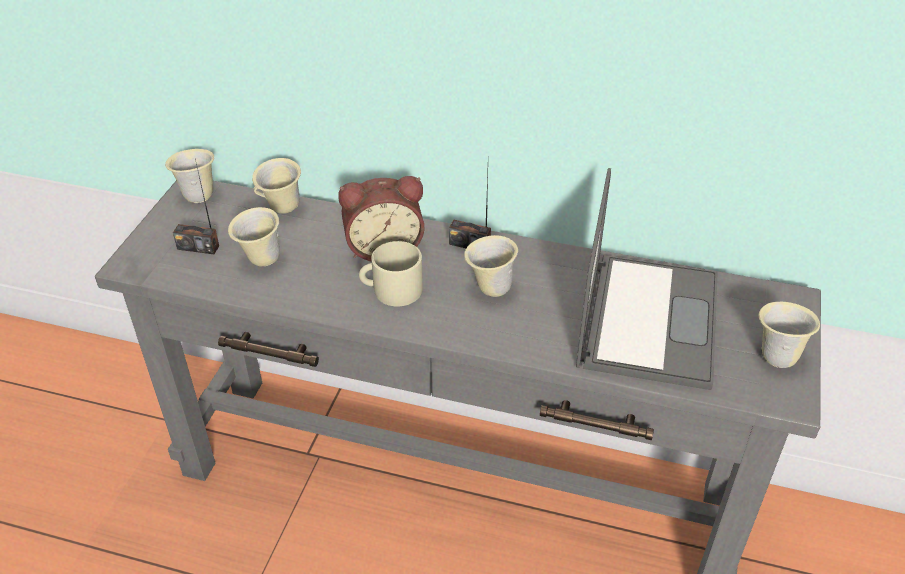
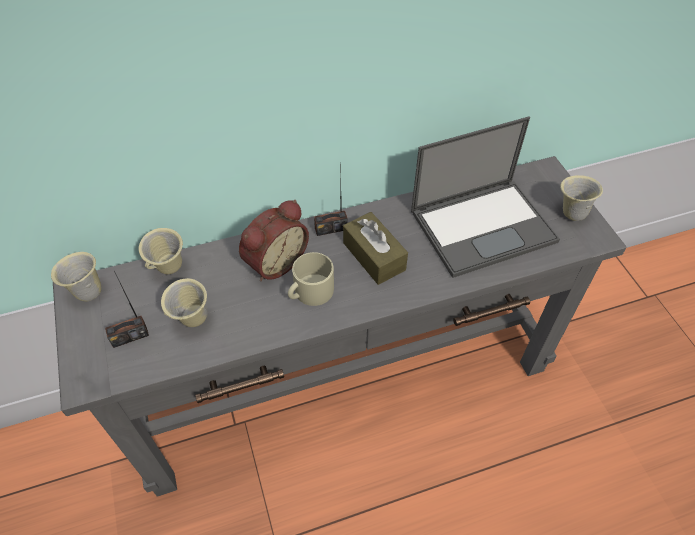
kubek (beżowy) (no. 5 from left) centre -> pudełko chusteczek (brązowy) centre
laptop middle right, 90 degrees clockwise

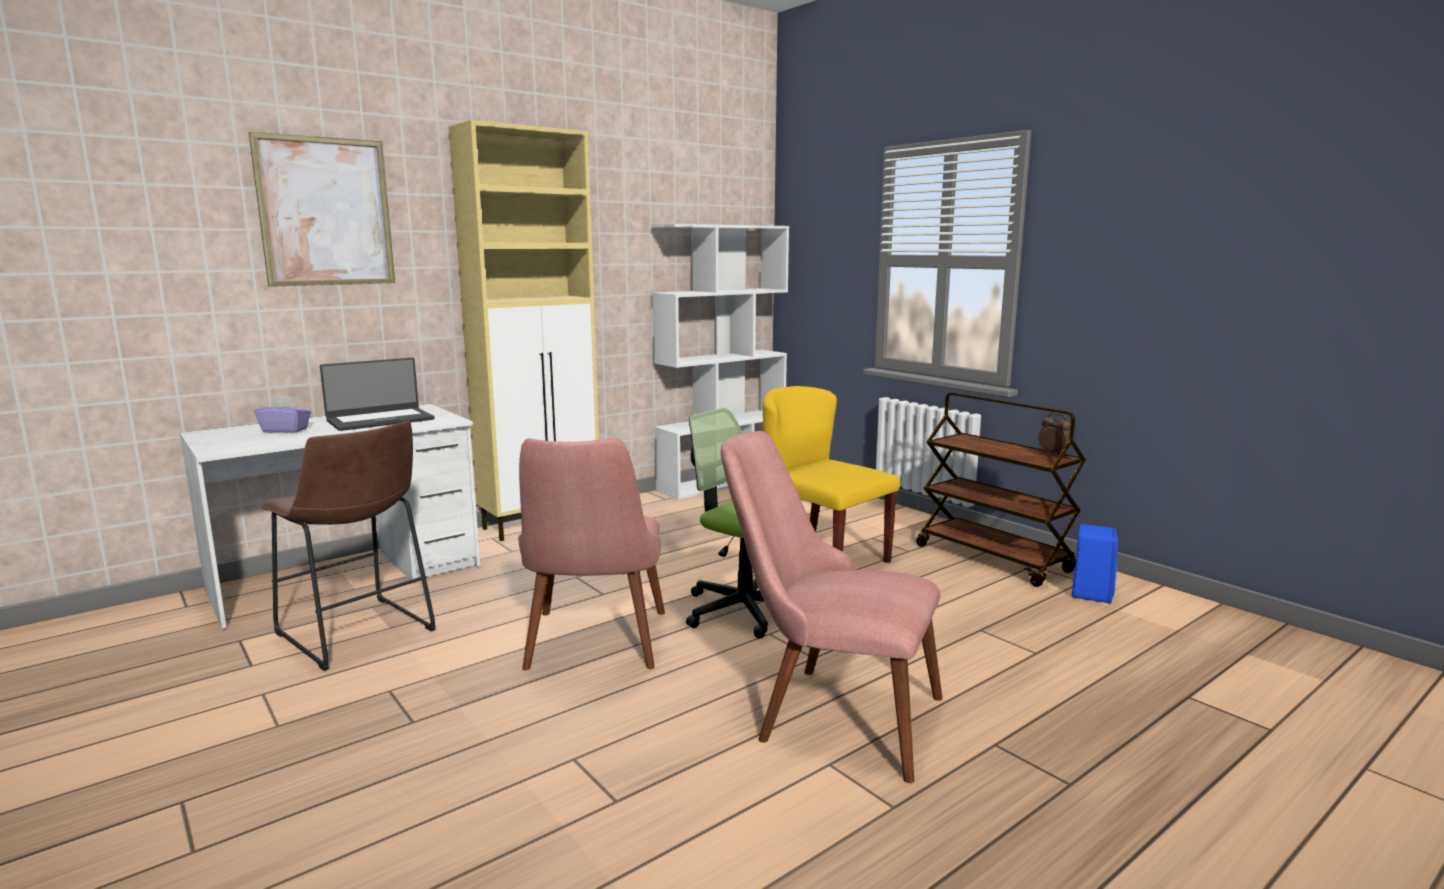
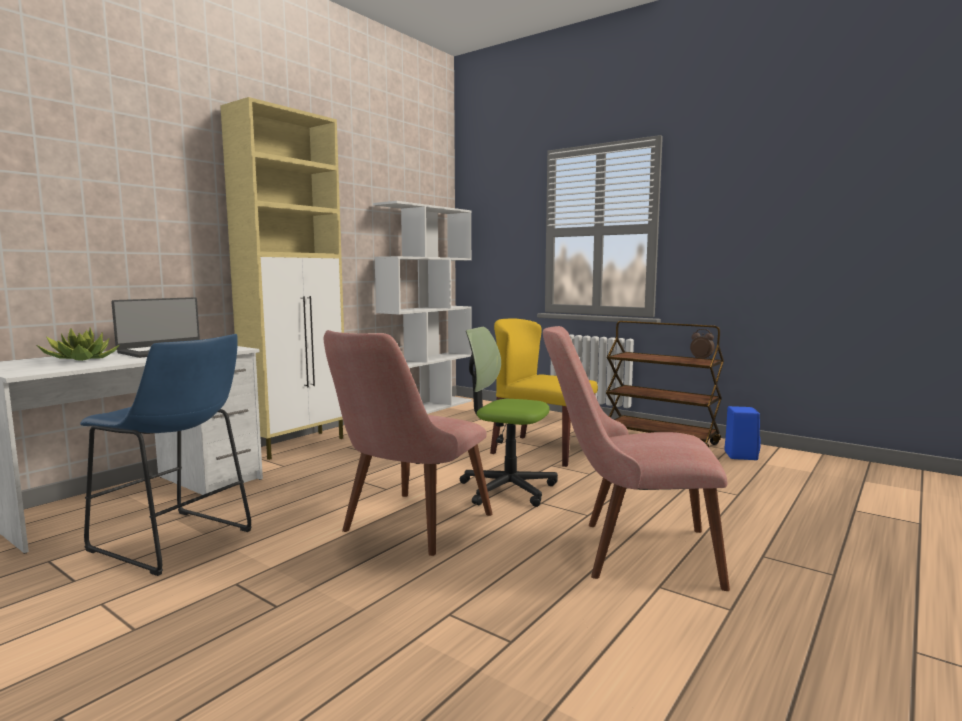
obraz top left -> none
pudełko chusteczek (fioletowy) middle left -> roślina doniczkowa middle left
stołek (brązowy) middle left -> stołek (niebieski) middle left
krzesło (różowy) (no. 1 from left) centre, 45 degrees clockwise

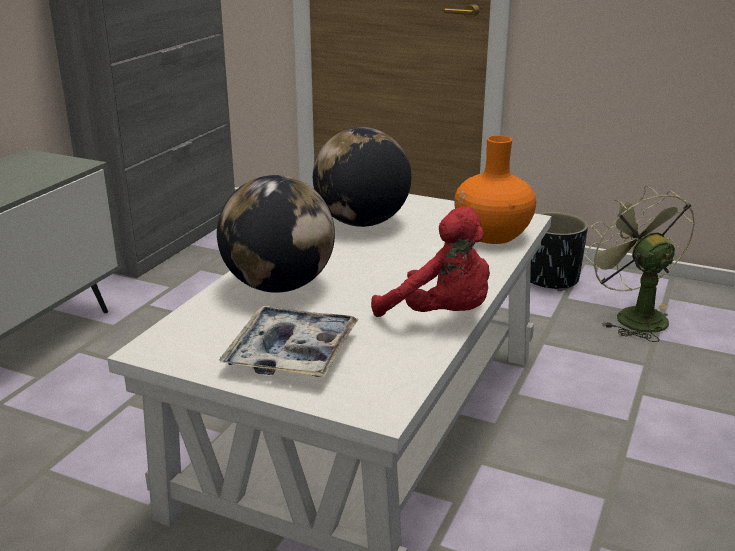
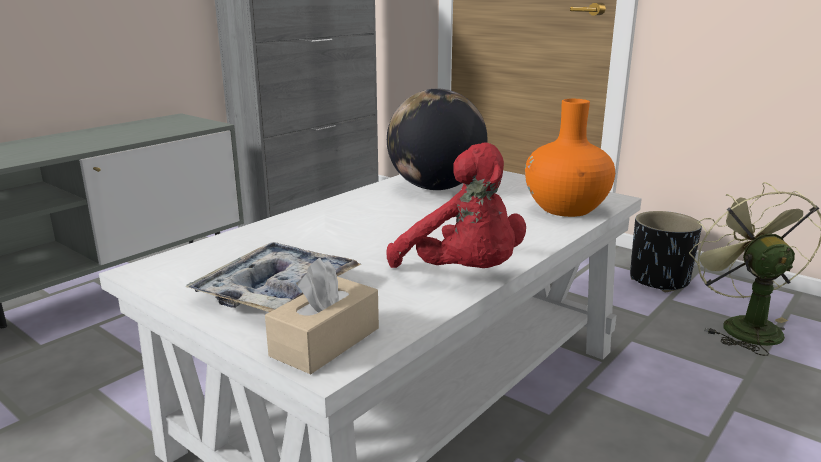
globus (no. 1 from left) centre -> none
none -> pudełko chusteczek (beżowy) bottom centre

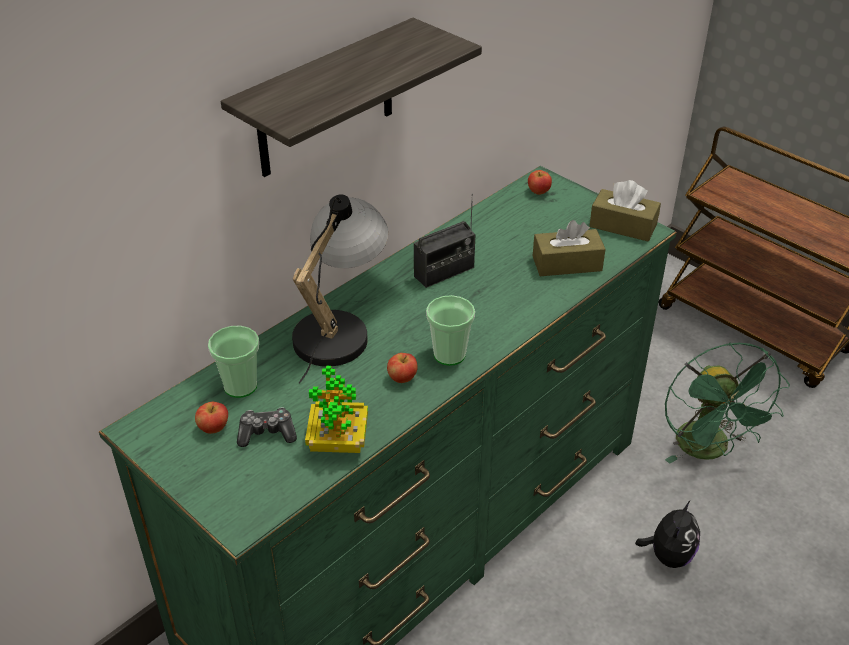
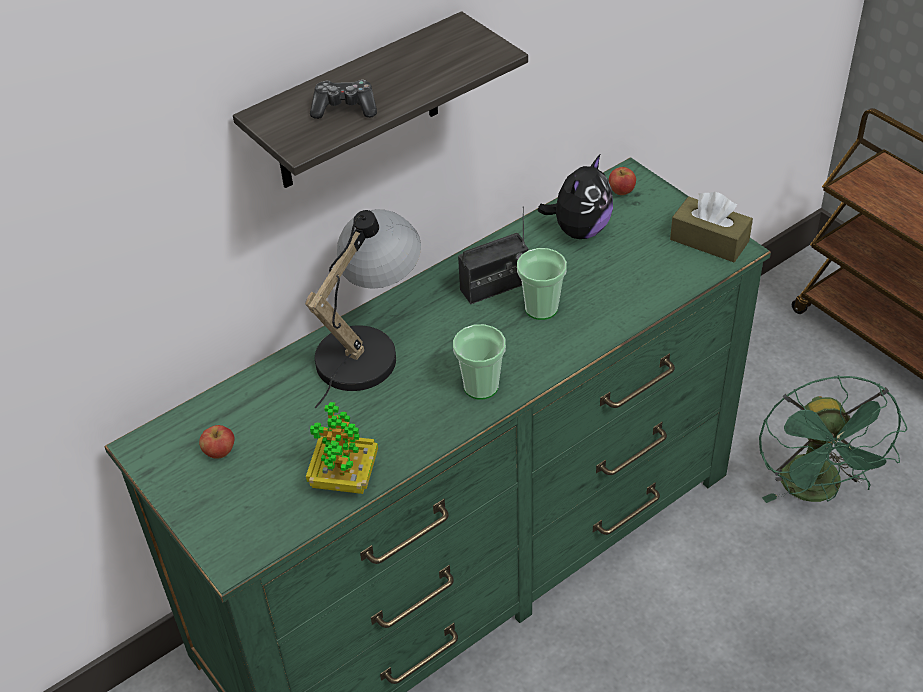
jabłko (no. 2 from left) centre -> none
pudełko chusteczek (brązowy) (no. 1 from left) middle right -> none
filiżanka (no. 1 from left in the first image) middle left -> filiżanka (no. 2 from left) centre, shifted
pad do gier middle left -> pad do gier top centre, shifted
pluszak bottom right -> pluszak top centre, shifted

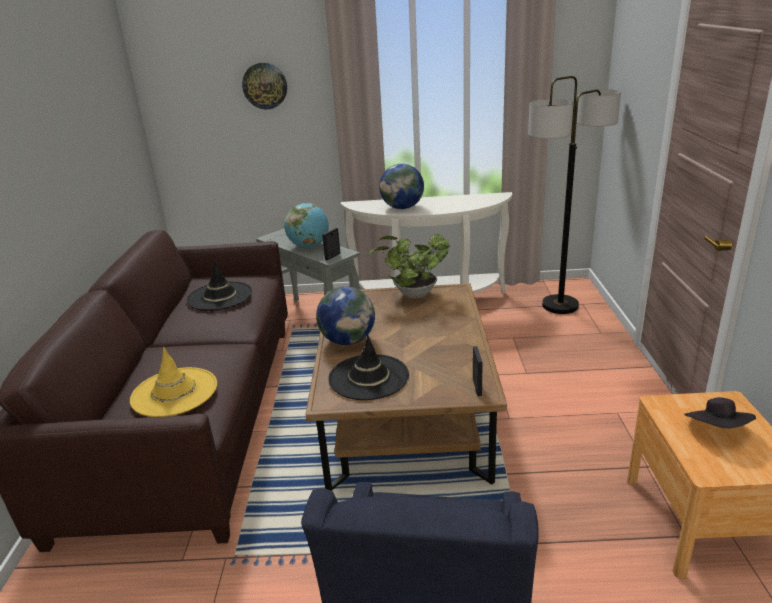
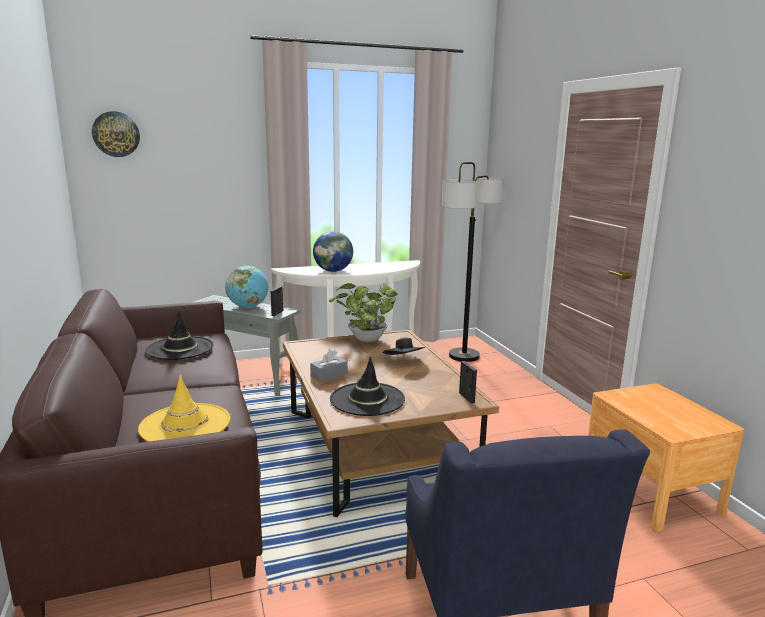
zegar ścienny top centre -> zegar ścienny top left, shifted
kapelusz (czarny) (no. 3 from left) bottom right -> kapelusz (czarny) (no. 3 from left) centre, shifted
globus (no. 2 from left) centre -> pudełko chusteczek (szary) centre

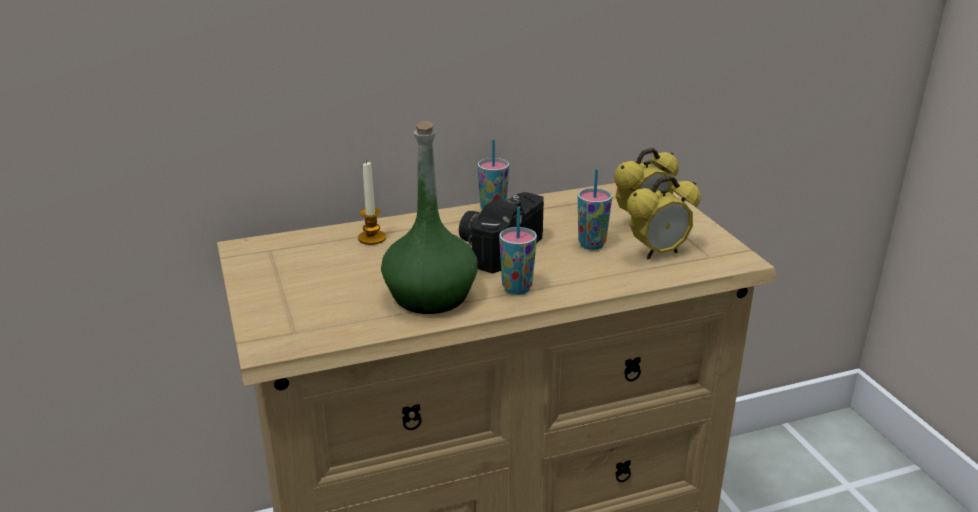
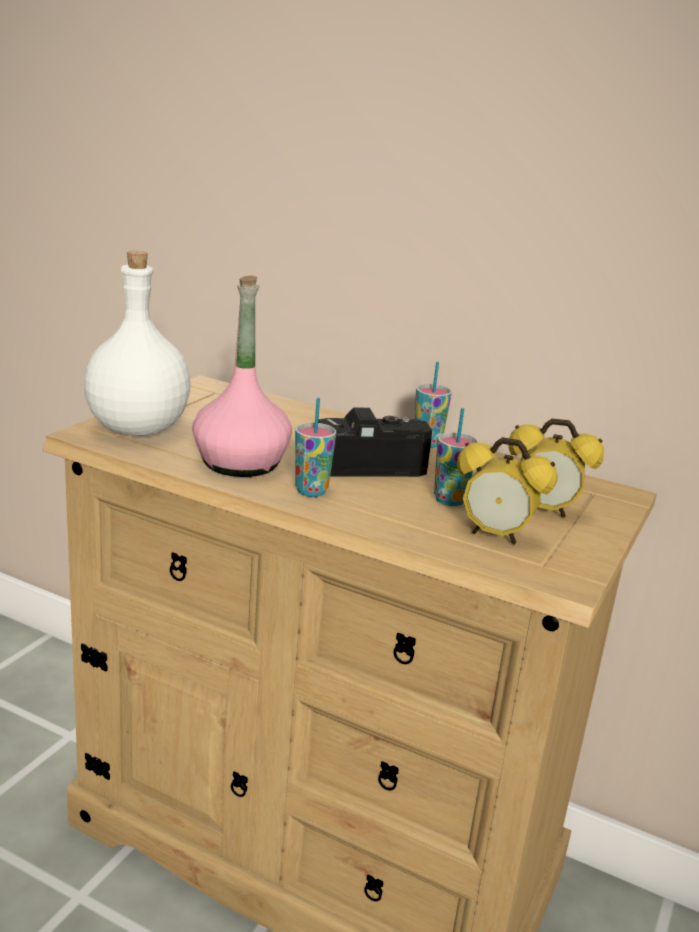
świeca centre -> none
none -> butelka (biały) middle left
butelka (zielony) centre -> butelka (różowy) centre

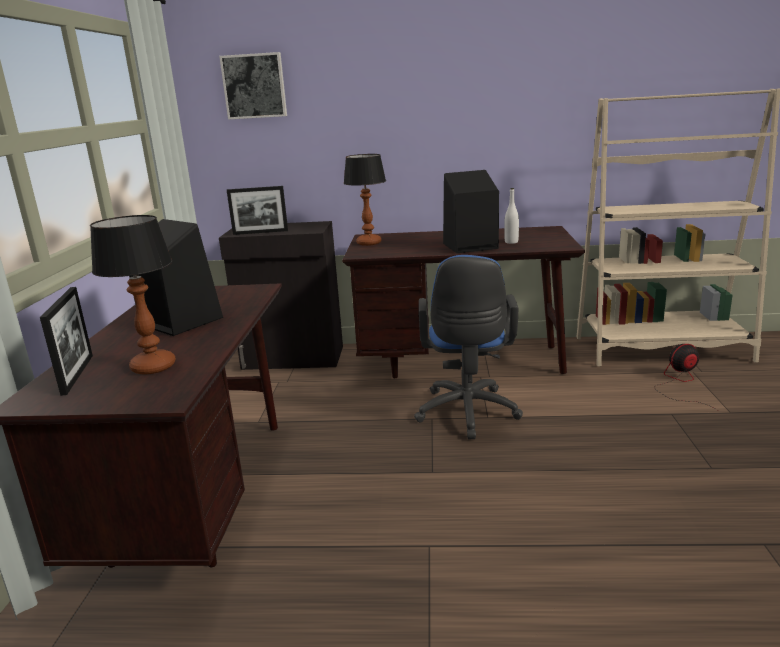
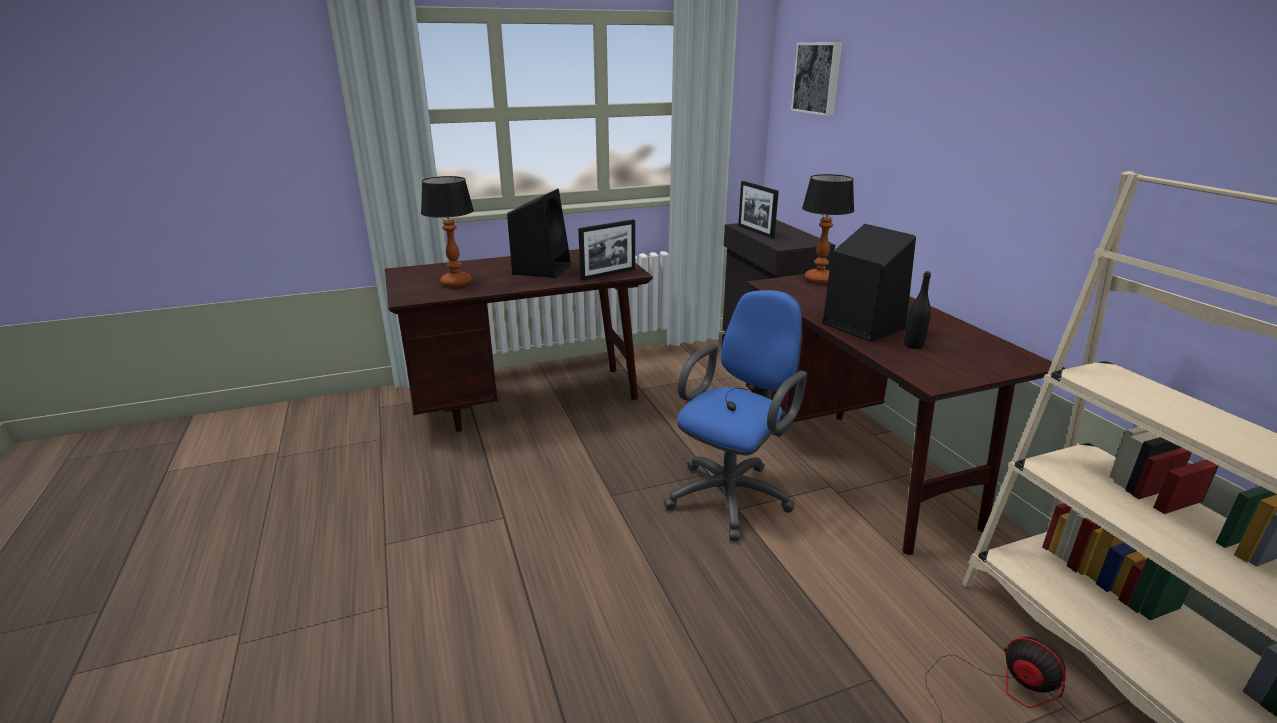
ramka na zdjęcie (no. 1 from left) middle left -> ramka na zdjęcie (no. 1 from left) centre, shifted
butelka (biały) centre -> butelka (czarny) middle right
krzesło biurowe (niebieski) centre, 150 degrees clockwise

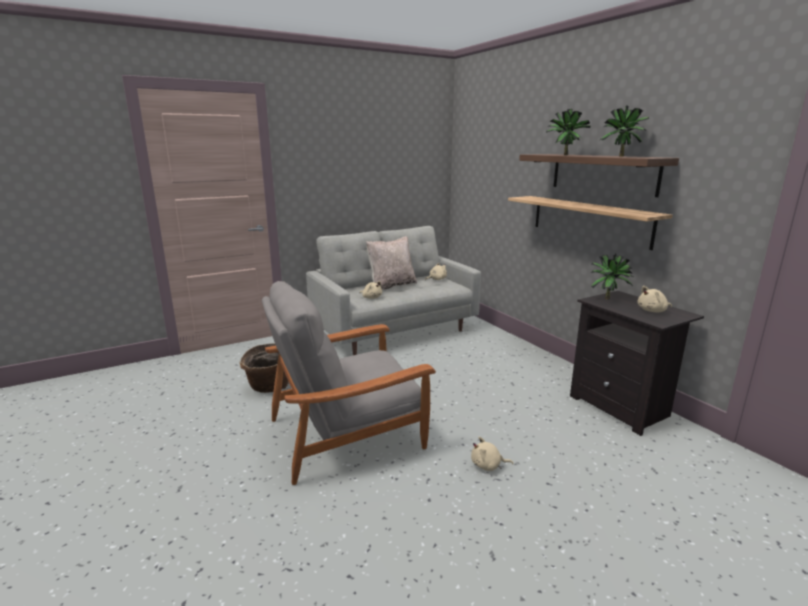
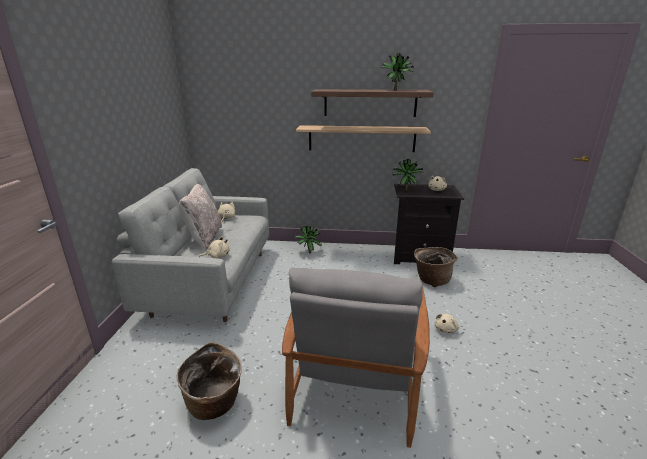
none -> koszyk (no. 2 from left) middle right
roślina doniczkowa (no. 1 from left) top right -> roślina doniczkowa (no. 1 from left) centre, shifted

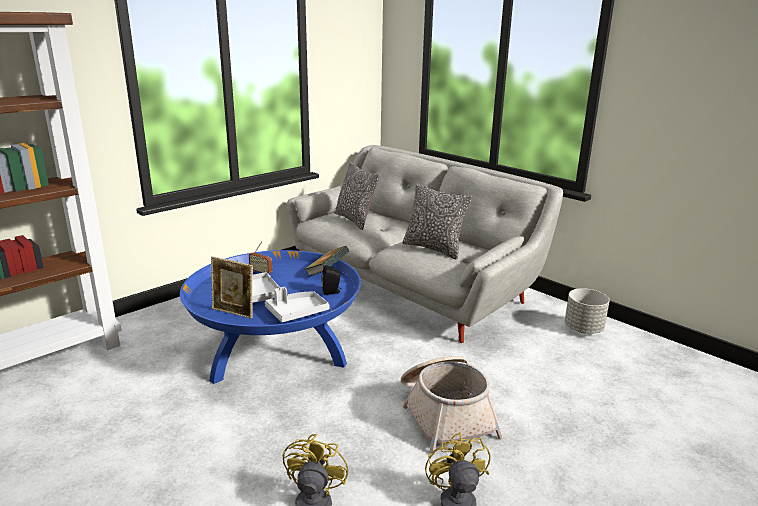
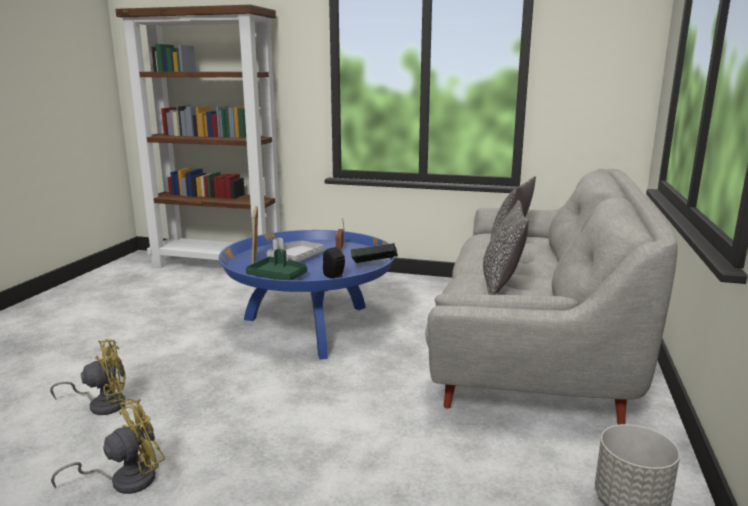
koszyk bottom centre -> none
taca (szary) (no. 2 from left) centre -> taca (zielony) centre

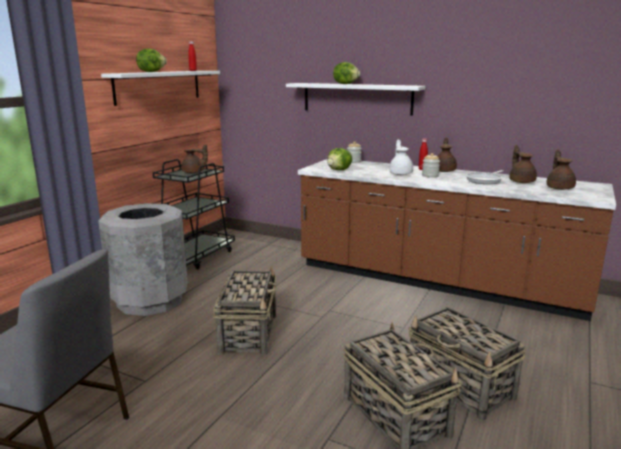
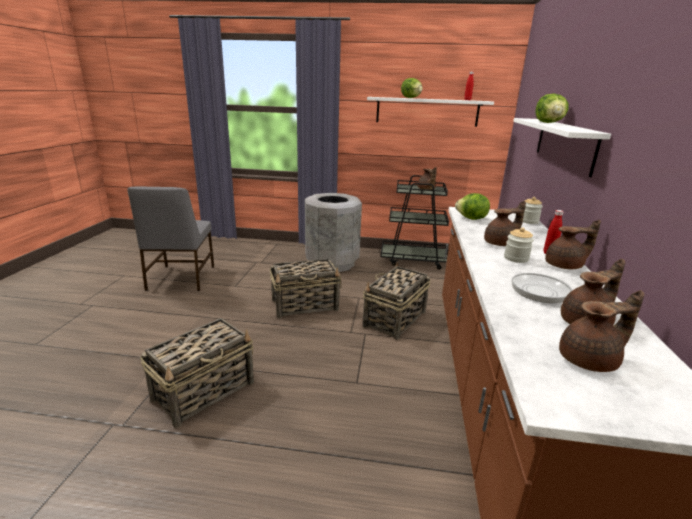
koszyk (no. 3 from left) bottom right -> koszyk (no. 3 from left) centre, shifted
imbryk (biały) centre -> imbryk (brązowy) (no. 2 from left) middle right

